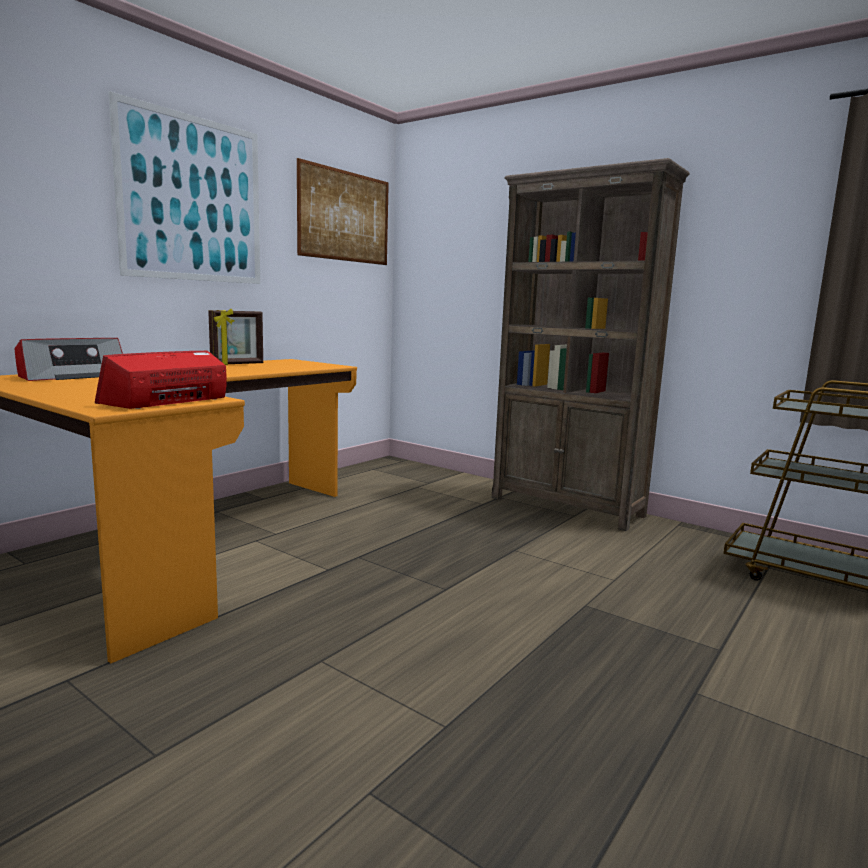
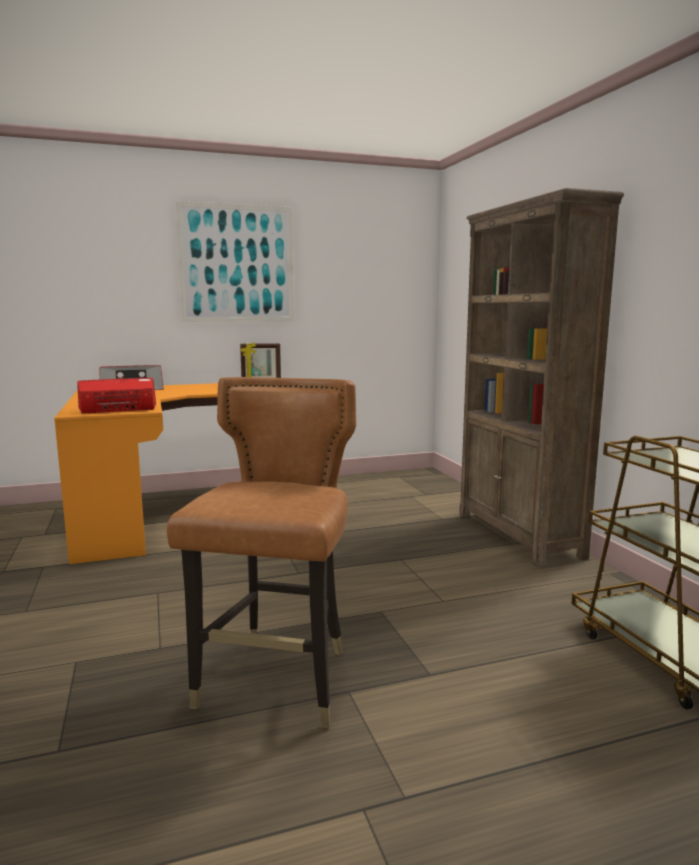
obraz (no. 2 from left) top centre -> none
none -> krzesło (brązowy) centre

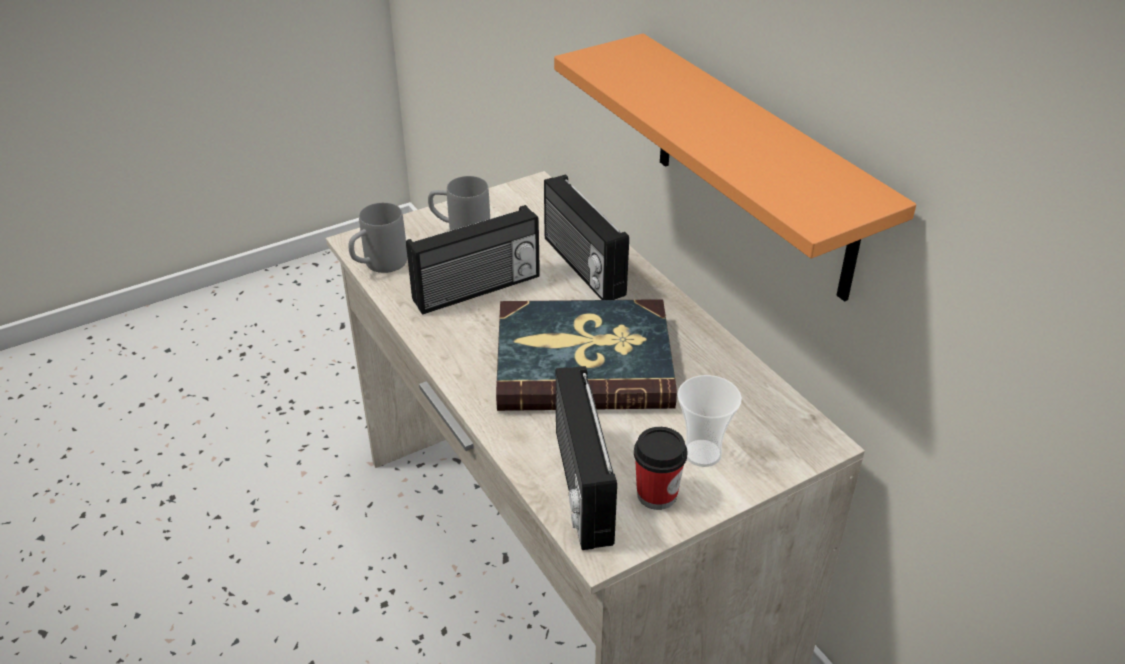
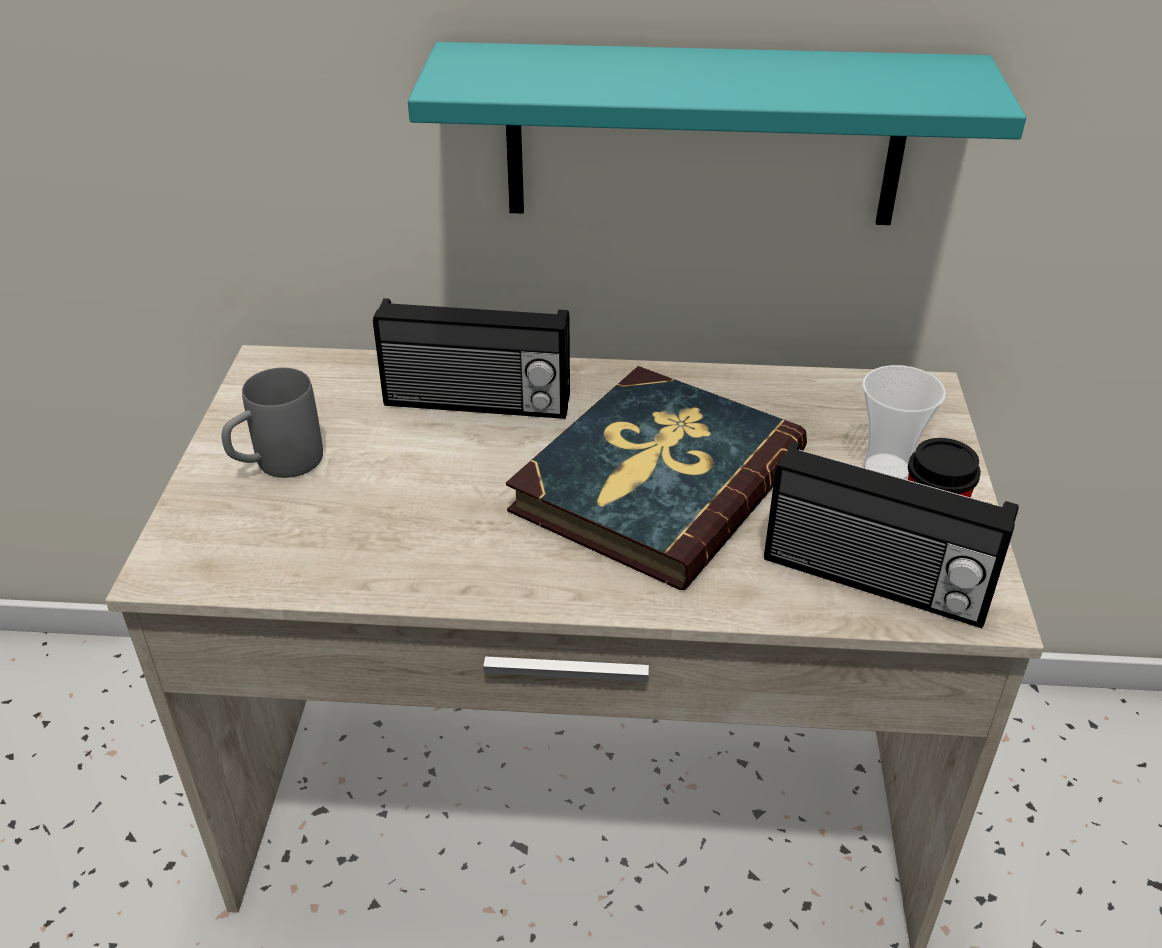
kubek (szary) (no. 1 from left) centre -> none
radio (no. 1 from left) centre -> none
półka (pomarańczowy) top centre -> półka (turkusowy) top centre

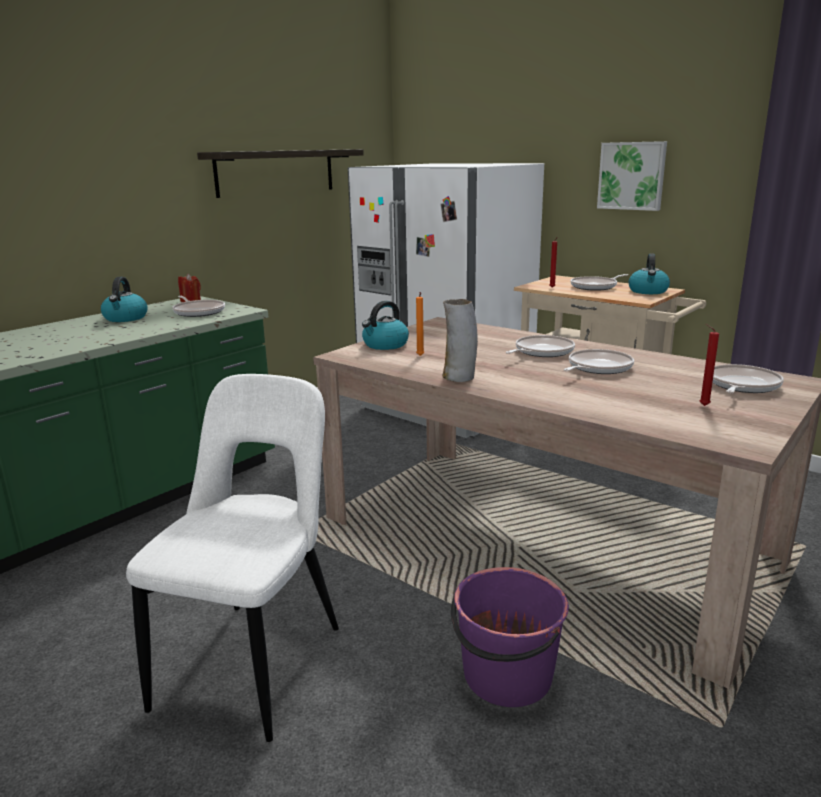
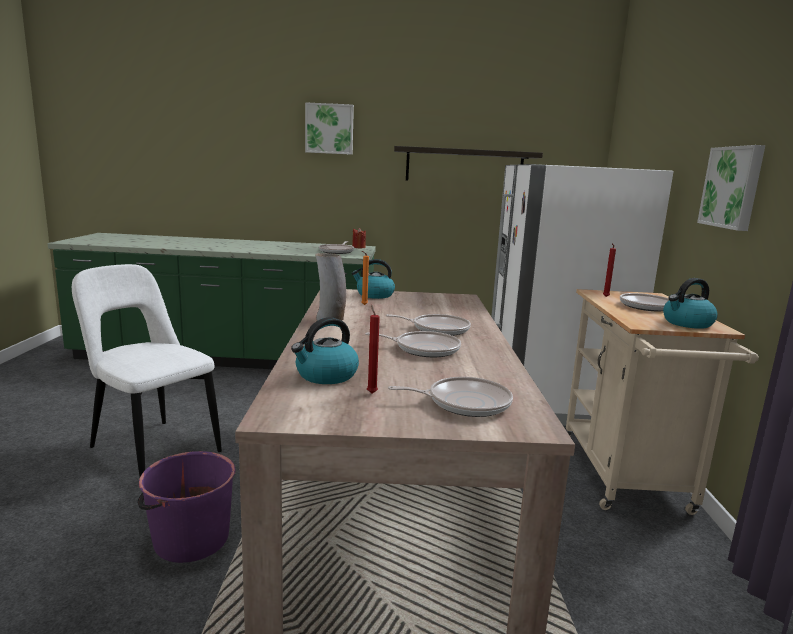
none -> obraz (no. 1 from left) top centre
czajnik (no. 1 from left) middle left -> czajnik (no. 1 from left) centre, shifted
krzesło (biały) bottom left -> krzesło (biały) middle left, 120 degrees counterclockwise

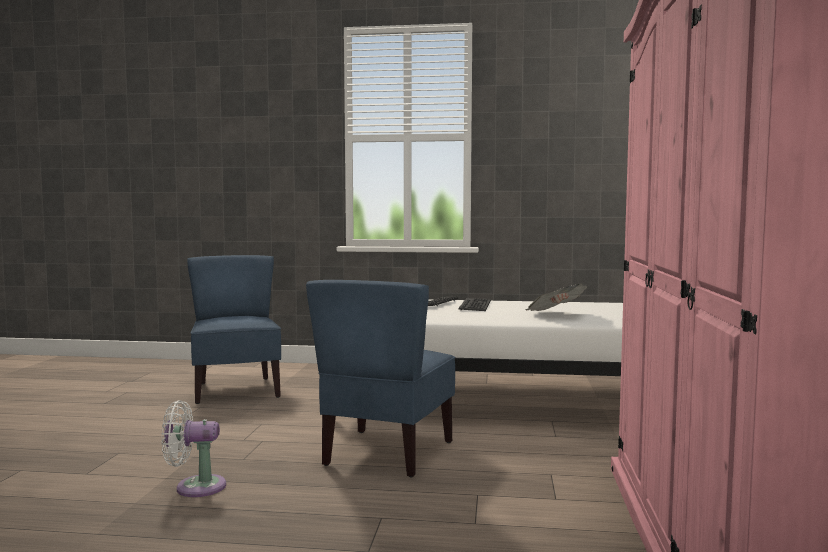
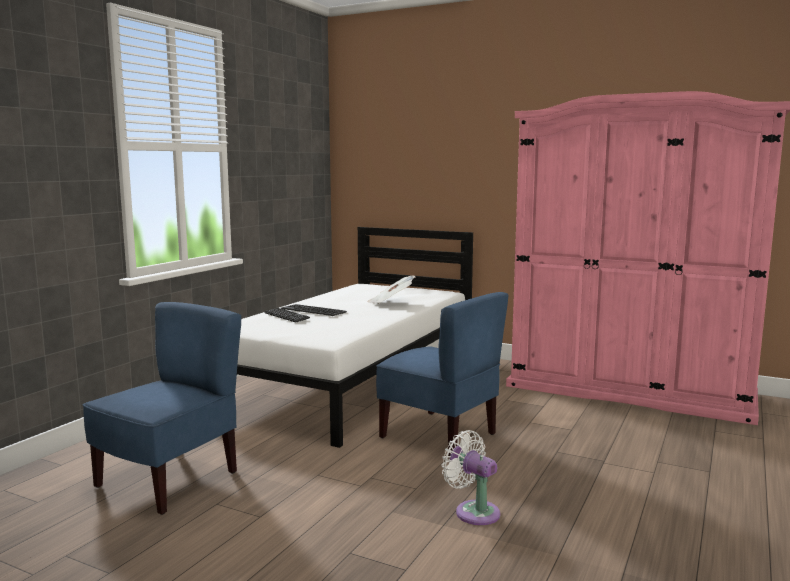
wentylator (biały) bottom left -> wentylator (biały) bottom centre, 120 degrees clockwise
krzesło (niebieski) (no. 1 from left) middle left -> krzesło (niebieski) (no. 1 from left) bottom left, 120 degrees clockwise

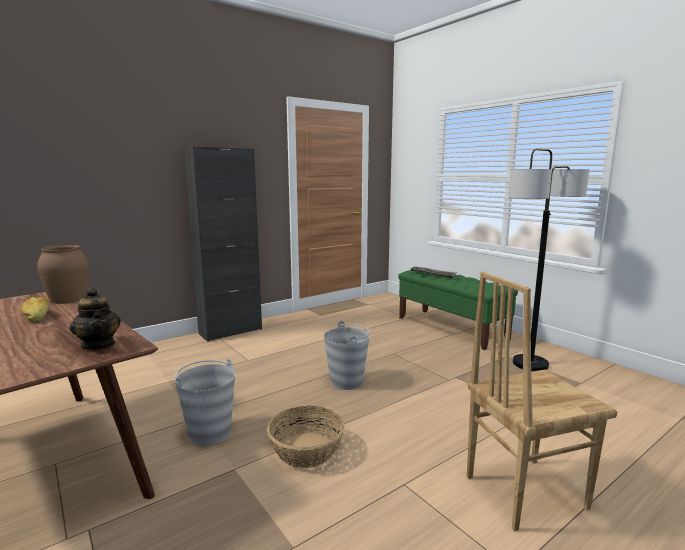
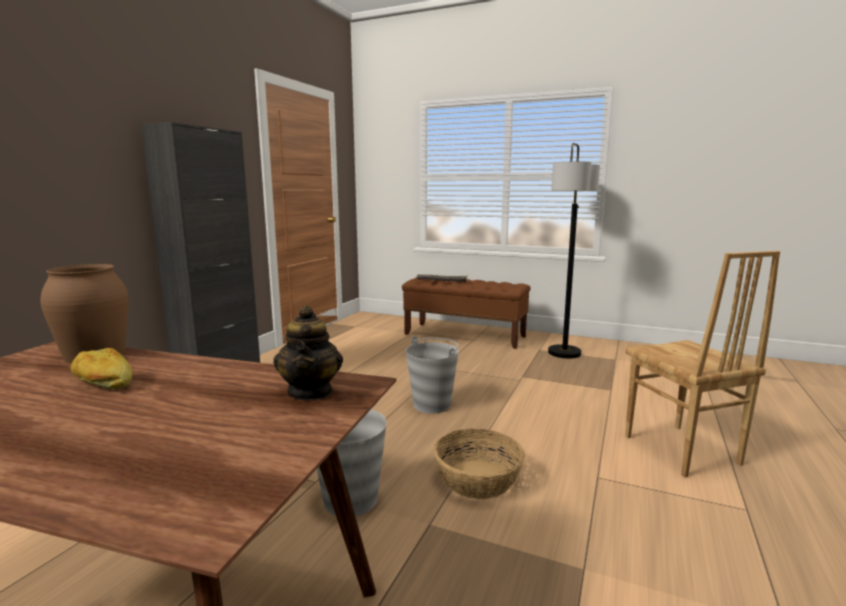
ławka (zielony) middle right -> ławka (brązowy) centre
imbryk middle left -> imbryk centre, 60 degrees clockwise
krzesło (brązowy) bottom right -> krzesło (brązowy) middle right, 60 degrees counterclockwise

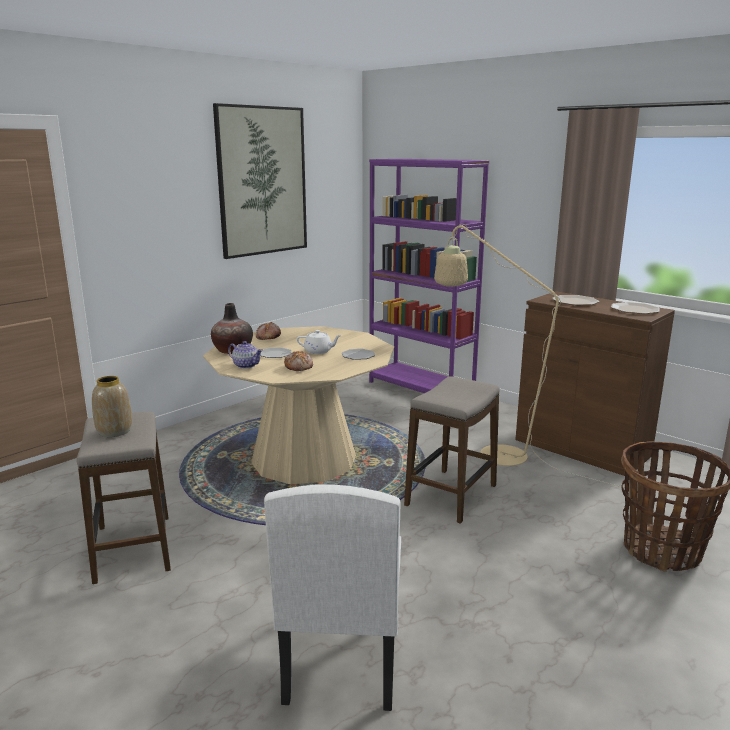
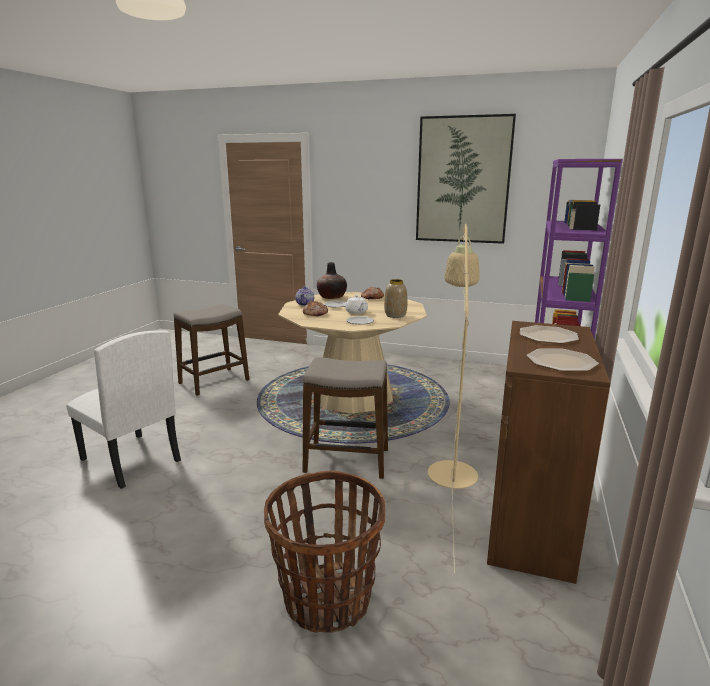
wazon (no. 1 from left in the first image) middle left -> wazon (no. 2 from left) centre, shifted
krzesło (biały) bottom centre -> krzesło (biały) middle left, 120 degrees counterclockwise

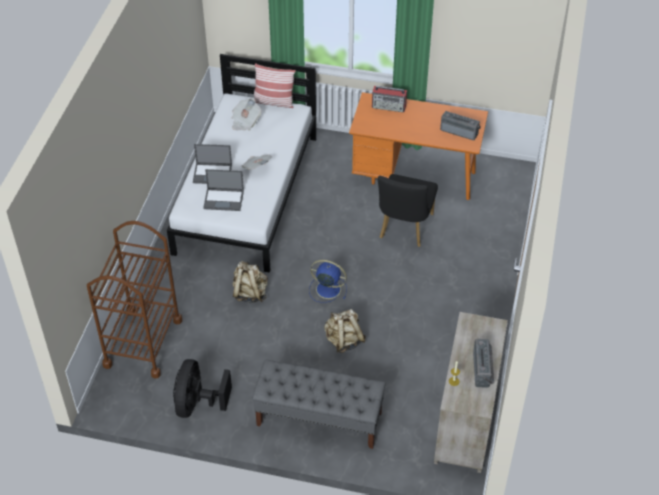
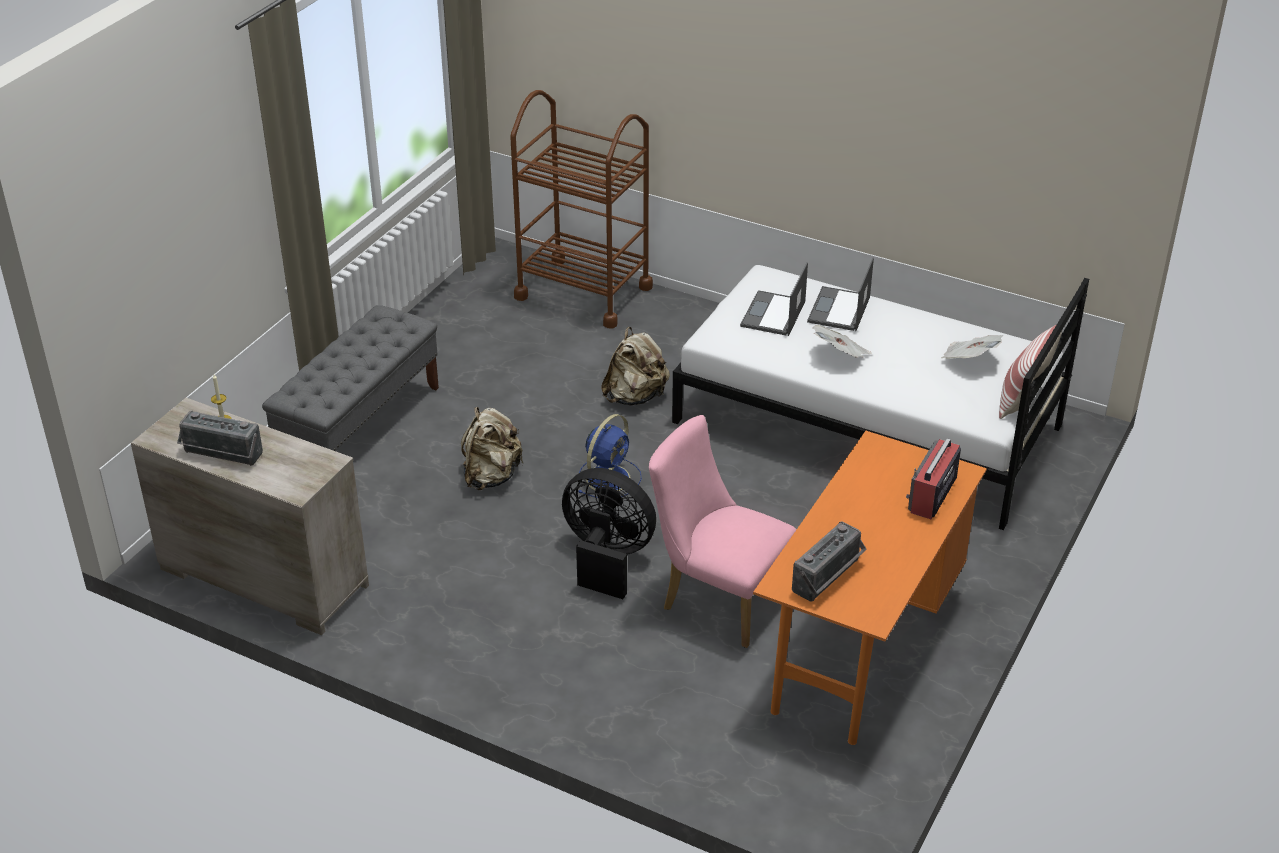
wentylator (czarny) bottom left -> wentylator (czarny) centre, shifted
krzesło (czarny) centre -> krzesło (różowy) centre

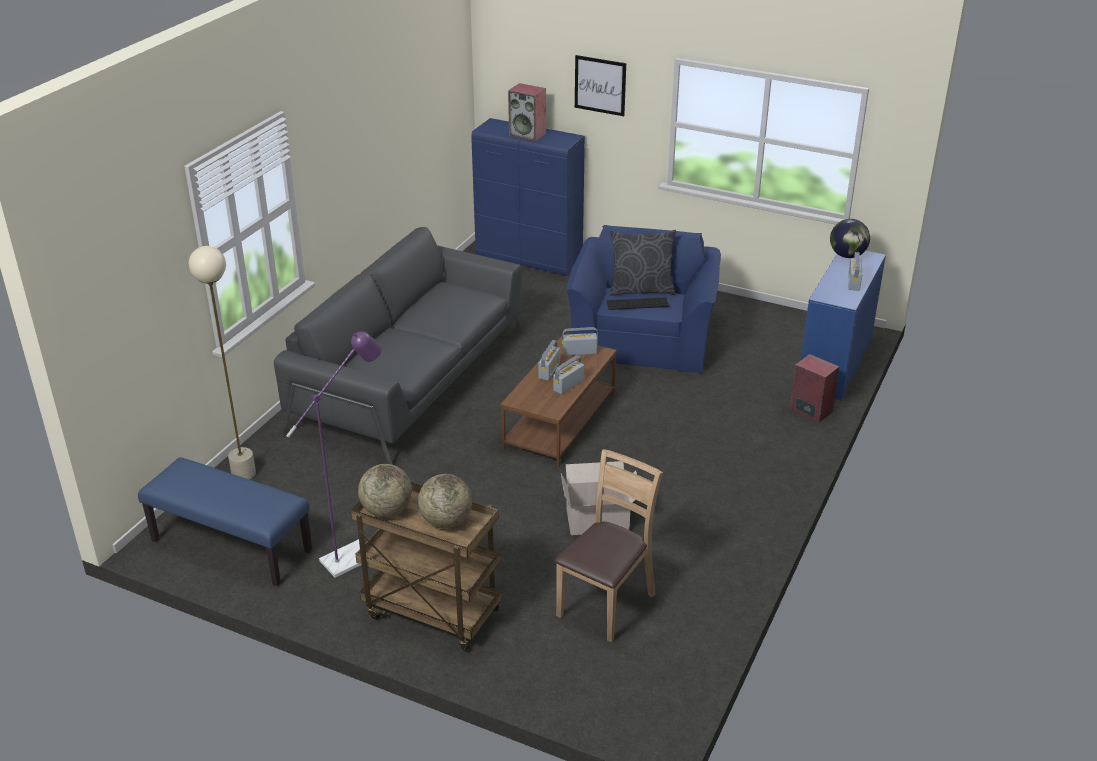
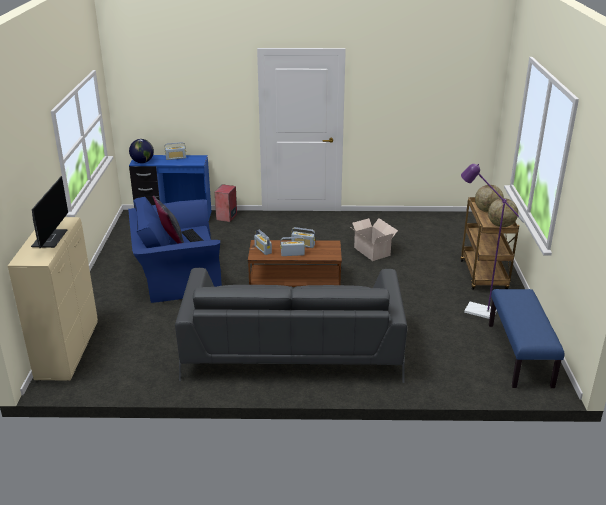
lampa stojąca (beżowy) middle left -> none
krzesło (brązowy) bottom centre -> none
obraz top centre -> none
głośnik (no. 1 from left) top centre -> monitor middle left
szafka (niebieski) top centre -> szafka (beżowy) middle left

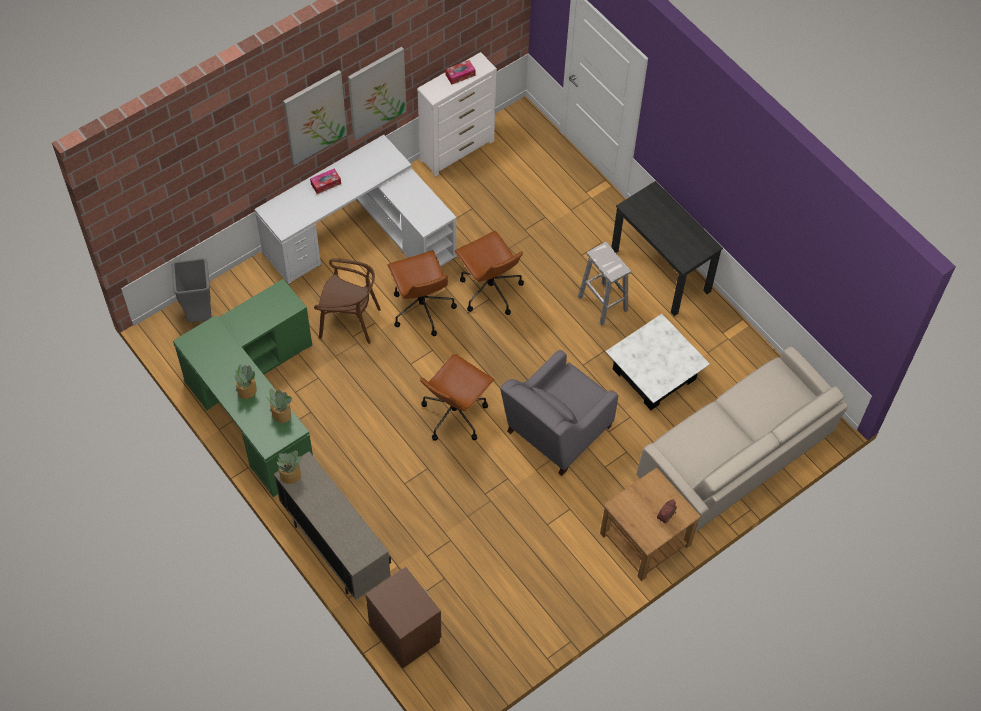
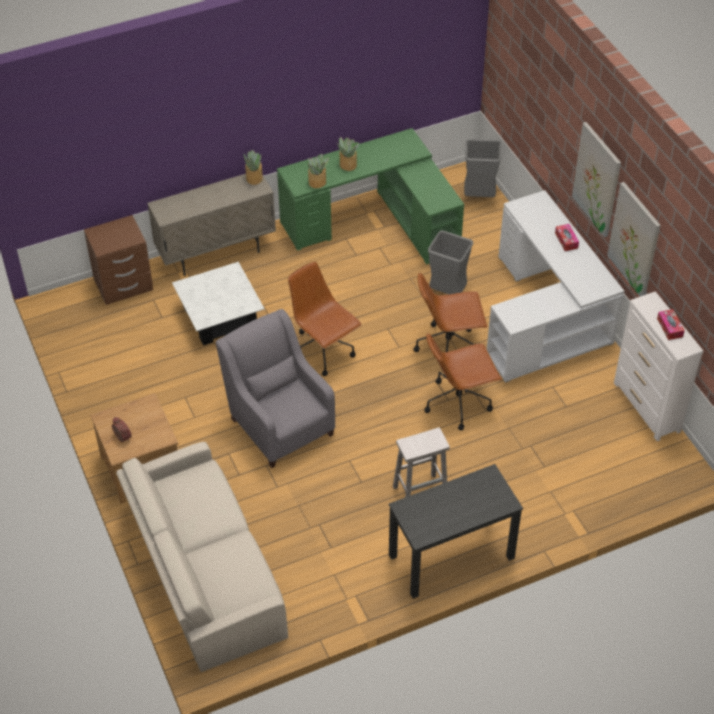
ława (biały) middle right -> ława (biały) middle left, shifted
krzesło (brązowy) centre -> kosz na śmieci (szary) (no. 1 from left) centre

